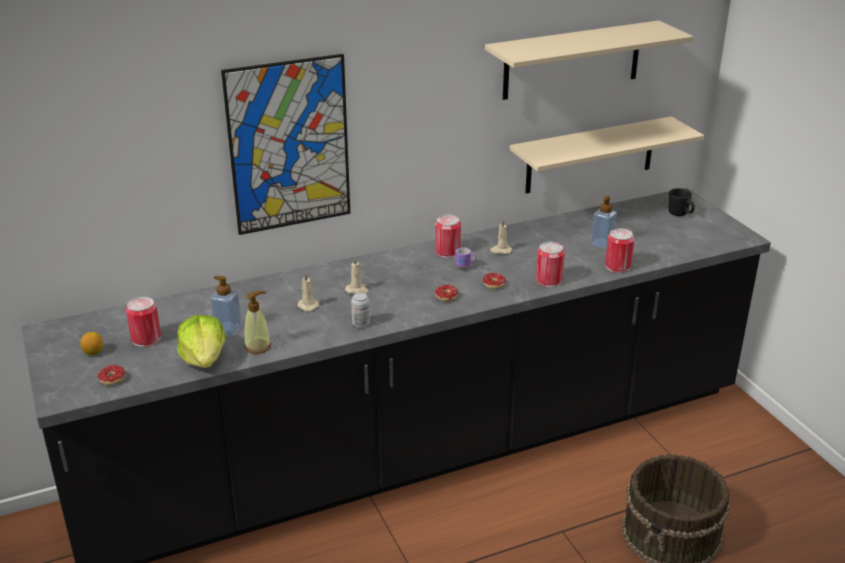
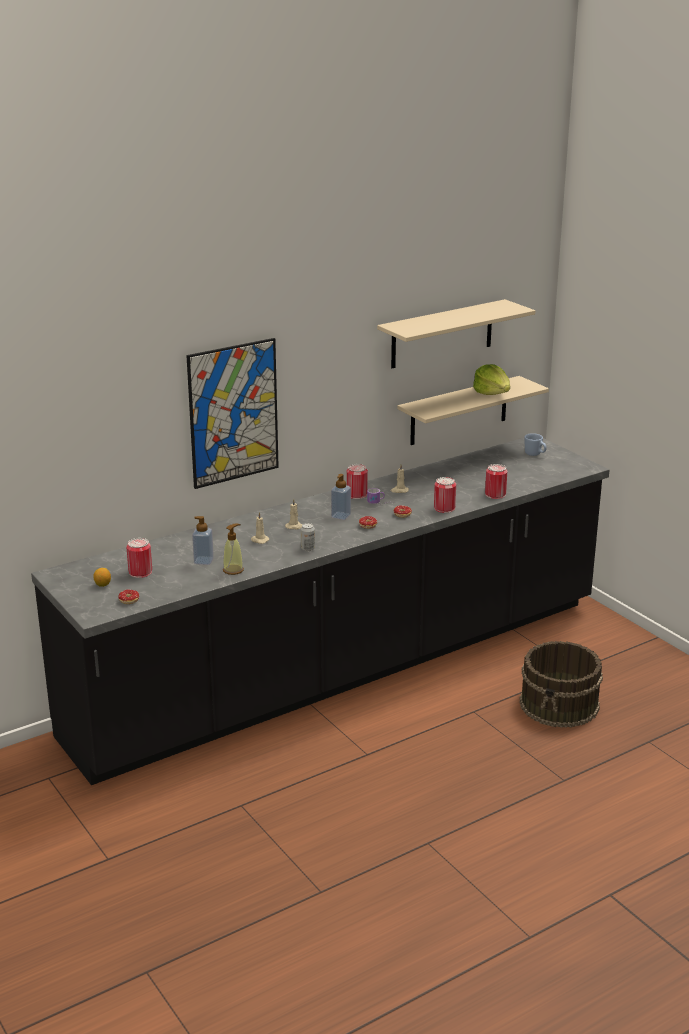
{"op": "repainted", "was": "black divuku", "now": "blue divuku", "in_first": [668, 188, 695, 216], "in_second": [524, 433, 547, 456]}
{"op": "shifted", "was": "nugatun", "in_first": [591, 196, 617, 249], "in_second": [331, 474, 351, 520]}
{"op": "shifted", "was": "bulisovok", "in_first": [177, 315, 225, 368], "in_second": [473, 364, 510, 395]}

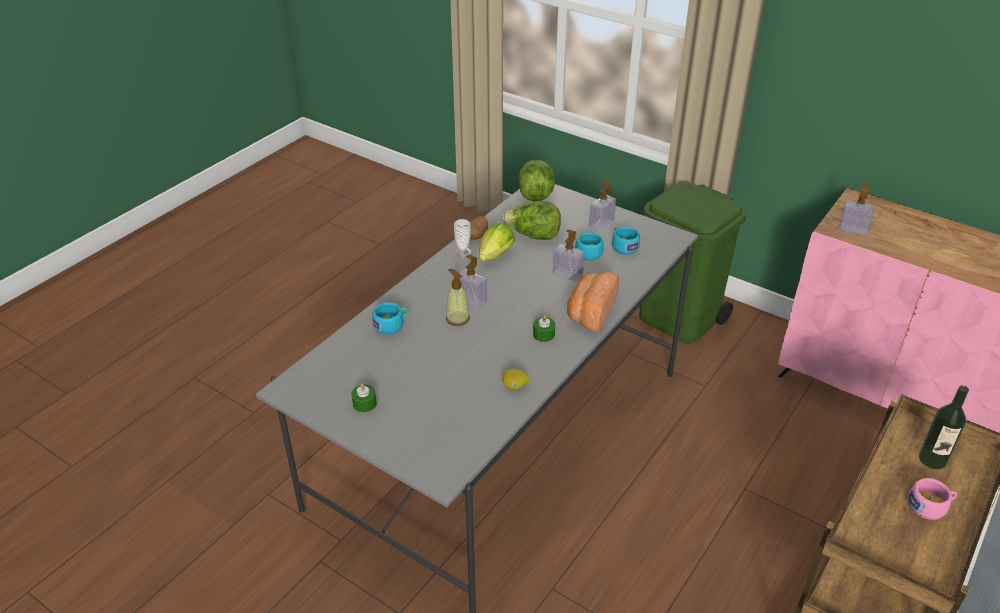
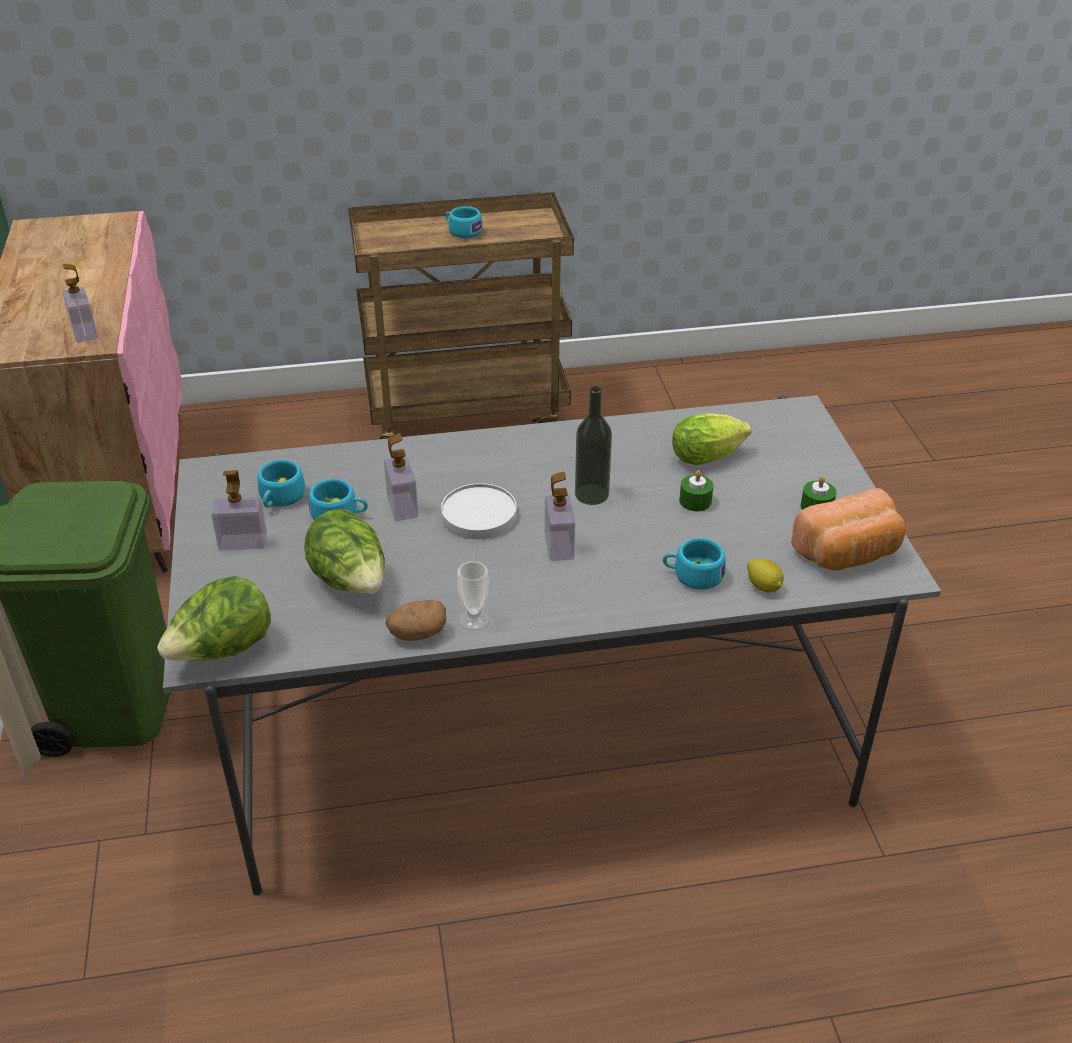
{"op": "shifted", "was": "bulisovok", "in_first": [479, 222, 515, 261], "in_second": [672, 413, 751, 465]}
{"op": "gone", "was": "nugatun", "in_first": [446, 269, 470, 326]}
{"op": "shifted", "was": "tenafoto", "in_first": [567, 272, 619, 332], "in_second": [791, 488, 906, 571]}
{"op": "shifted", "was": "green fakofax", "in_first": [533, 315, 555, 342], "in_second": [679, 470, 713, 511]}
{"op": "shifted", "was": "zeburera", "in_first": [501, 369, 529, 390], "in_second": [747, 559, 784, 592]}
{"op": "shifted", "was": "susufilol", "in_first": [919, 385, 969, 469], "in_second": [575, 386, 612, 505]}
{"op": "repainted", "was": "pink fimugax", "now": "turquoise fimugax", "in_first": [908, 478, 957, 520], "in_second": [445, 206, 482, 238]}
{"op": "new", "now": "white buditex", "in_second": [441, 483, 517, 539]}

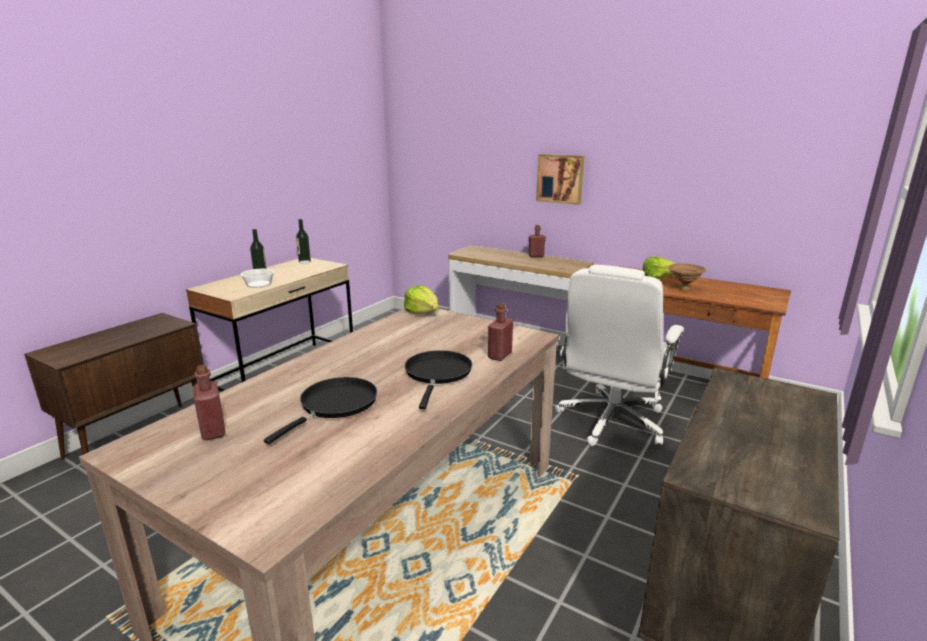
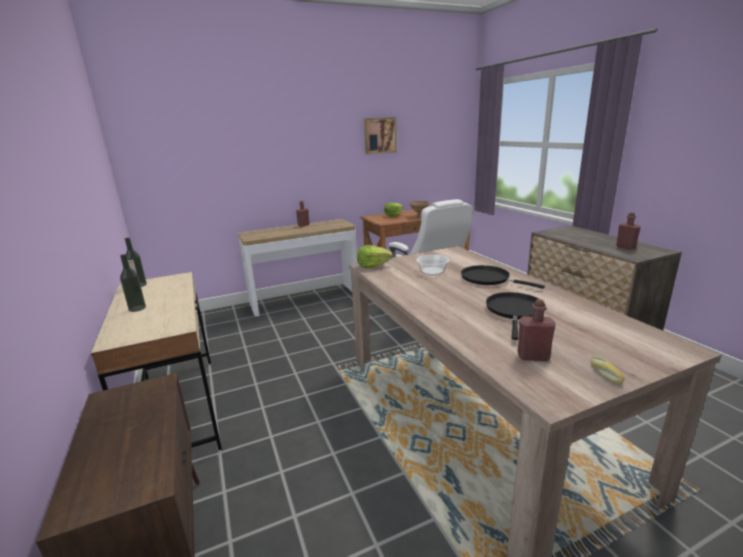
{"op": "shifted", "was": "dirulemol", "in_first": [536, 154, 584, 205], "in_second": [364, 117, 397, 154]}
{"op": "shifted", "was": "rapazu", "in_first": [241, 269, 274, 288], "in_second": [416, 255, 449, 275]}
{"op": "shifted", "was": "red susufilol", "in_first": [488, 303, 513, 361], "in_second": [616, 212, 641, 250]}
{"op": "rotated", "was": "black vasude", "in_first": [264, 377, 377, 444], "in_second": [486, 292, 546, 340], "clockwise": 45}
{"op": "new", "now": "tenafoto", "in_second": [591, 356, 625, 385]}

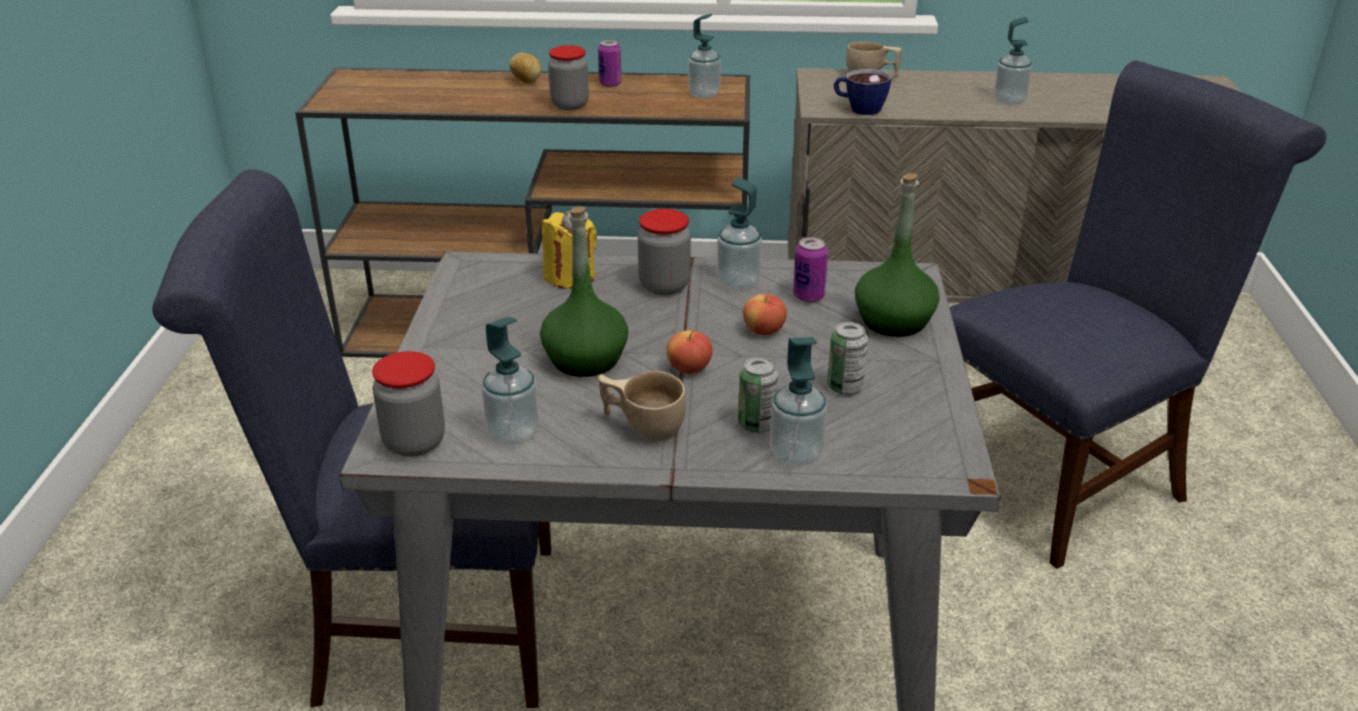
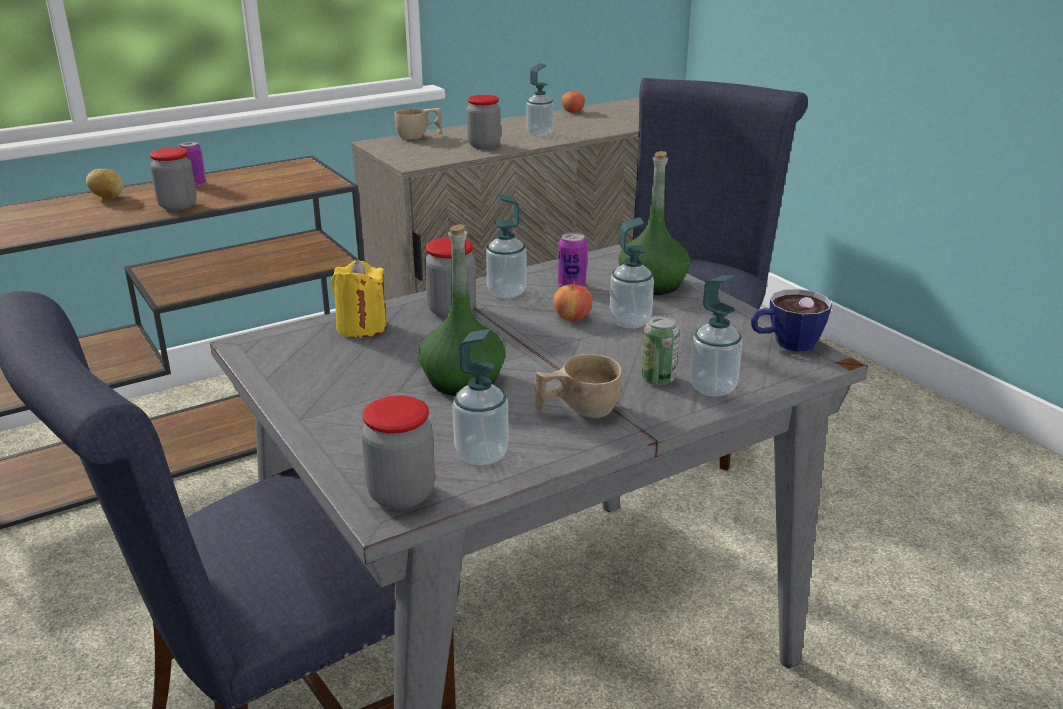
{"op": "shifted", "was": "nugatun", "in_first": [688, 14, 721, 99], "in_second": [610, 217, 654, 328]}
{"op": "shifted", "was": "fimugax", "in_first": [834, 69, 891, 115], "in_second": [751, 289, 832, 351]}
{"op": "gone", "was": "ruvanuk", "in_first": [827, 322, 868, 395]}
{"op": "shifted", "was": "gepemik", "in_first": [667, 330, 712, 374], "in_second": [561, 88, 585, 113]}
{"op": "new", "now": "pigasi", "in_second": [467, 95, 501, 149]}

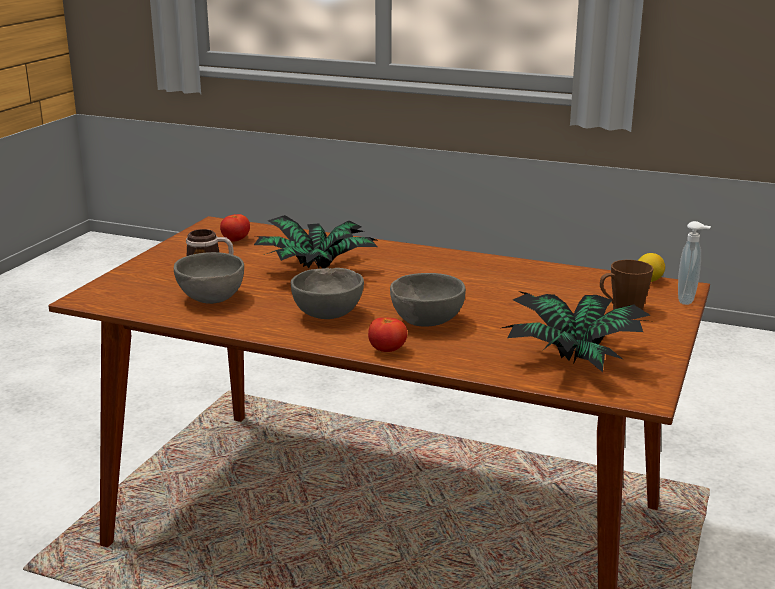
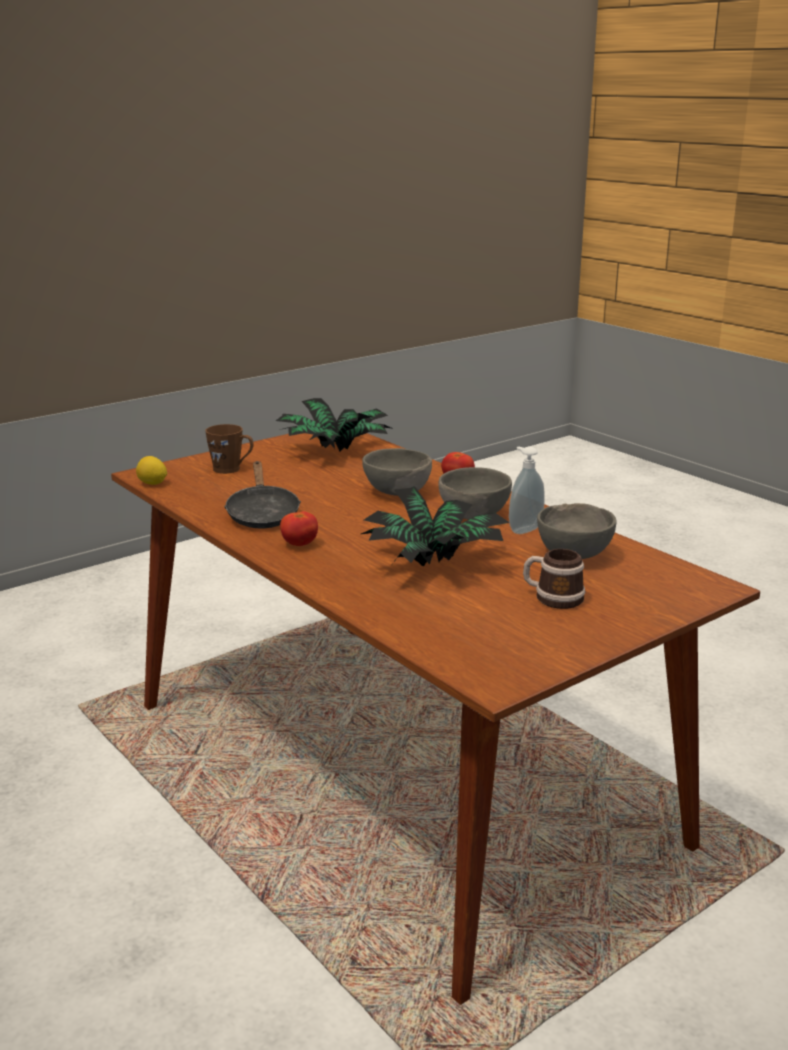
{"op": "shifted", "was": "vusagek", "in_first": [220, 214, 250, 241], "in_second": [280, 511, 318, 546]}
{"op": "shifted", "was": "nugatun", "in_first": [678, 221, 711, 305], "in_second": [509, 446, 545, 534]}
{"op": "new", "now": "black vasude", "in_second": [224, 461, 301, 528]}

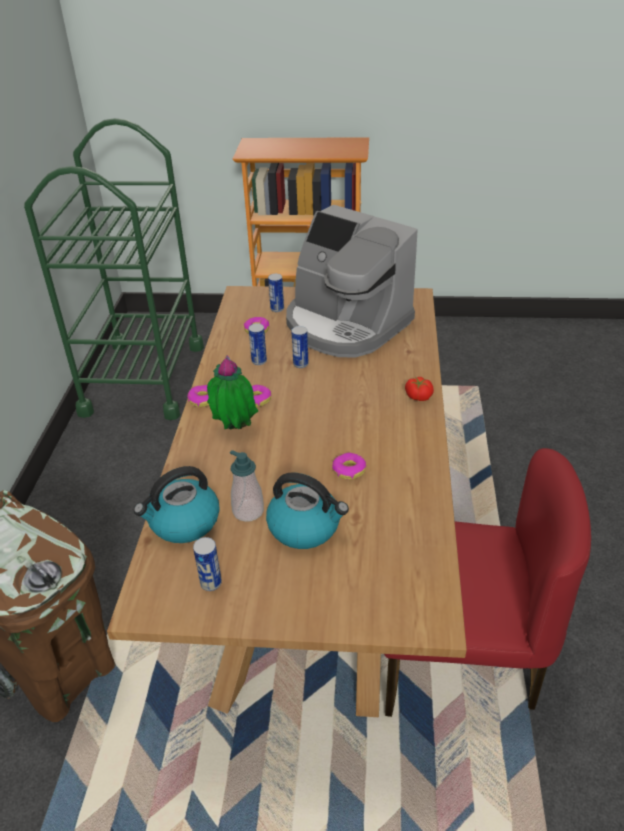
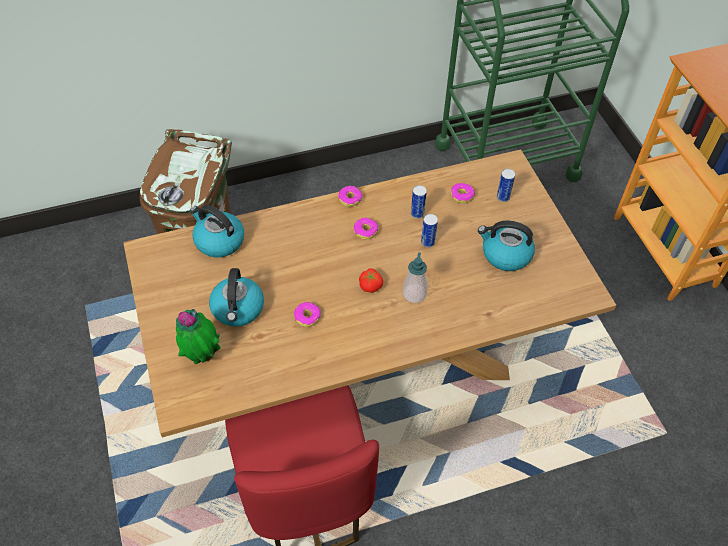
{"op": "swapped", "was": "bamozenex", "now": "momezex", "in_first": [286, 205, 418, 358], "in_second": [478, 221, 535, 271]}
{"op": "shifted", "was": "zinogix", "in_first": [207, 355, 258, 430], "in_second": [176, 309, 221, 364]}
{"op": "shifted", "was": "vusagek", "in_first": [405, 377, 434, 401], "in_second": [359, 268, 383, 293]}
{"op": "shifted", "was": "nugatun", "in_first": [230, 450, 264, 522], "in_second": [403, 253, 427, 303]}
{"op": "gone", "was": "ruvanuk", "in_first": [193, 537, 222, 591]}

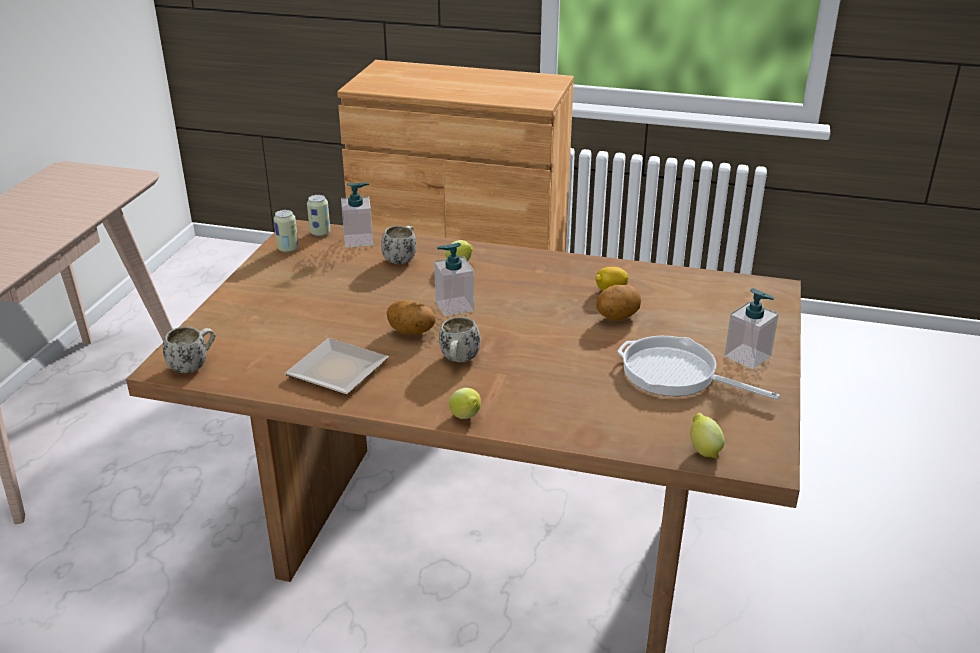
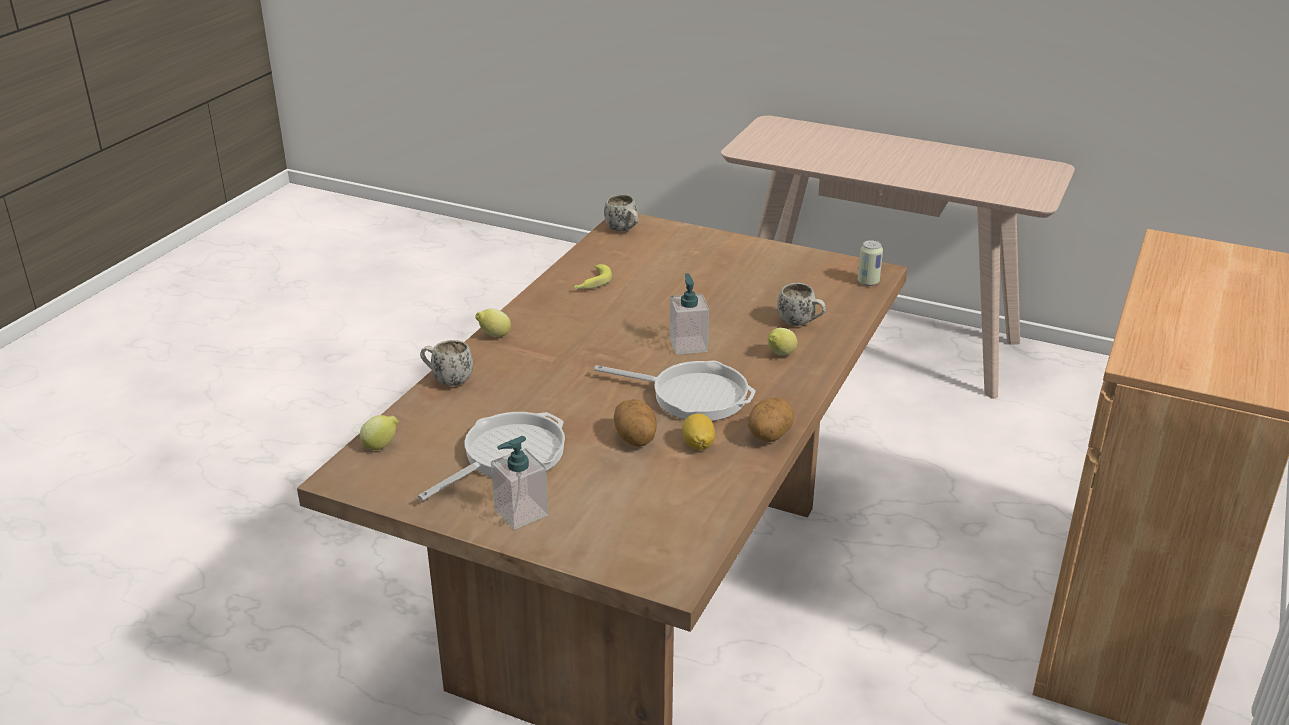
{"op": "gone", "was": "nugatun", "in_first": [341, 182, 373, 247]}
{"op": "gone", "was": "ruvanuk", "in_first": [274, 210, 299, 253]}
{"op": "shifted", "was": "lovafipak", "in_first": [387, 300, 436, 335], "in_second": [748, 397, 794, 442]}
{"op": "shifted", "was": "white divuku", "in_first": [439, 317, 481, 362], "in_second": [420, 340, 473, 386]}
{"op": "swapped", "was": "buditex", "now": "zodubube", "in_first": [284, 338, 389, 395], "in_second": [574, 264, 612, 289]}
{"op": "new", "now": "vasude", "in_second": [594, 361, 756, 421]}

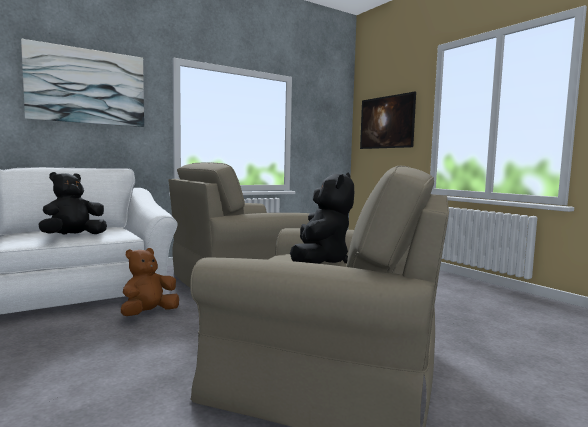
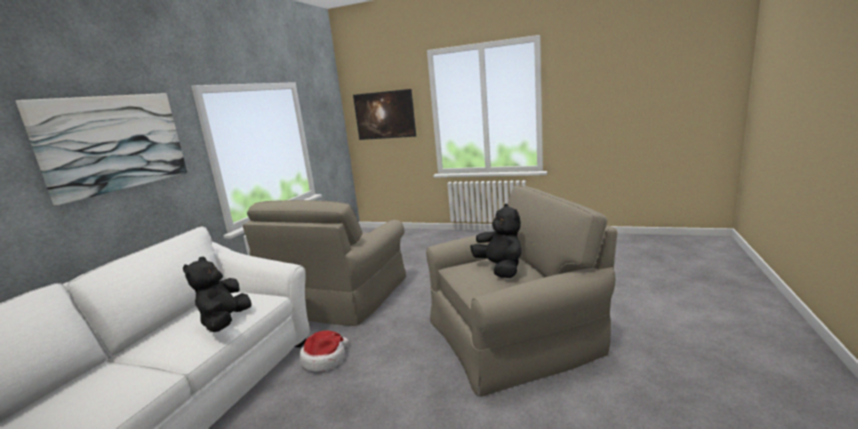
{"op": "swapped", "was": "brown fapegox", "now": "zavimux", "in_first": [121, 248, 179, 316], "in_second": [299, 331, 349, 372]}

